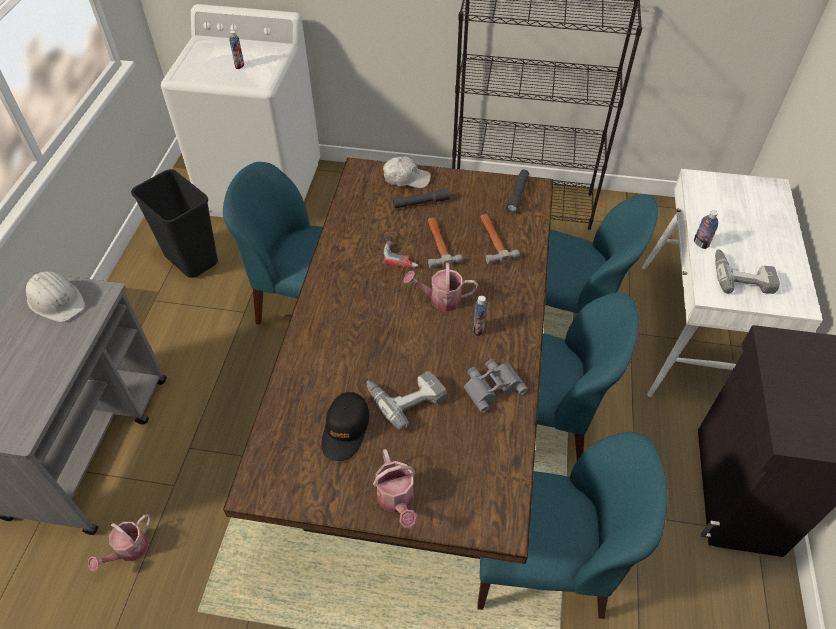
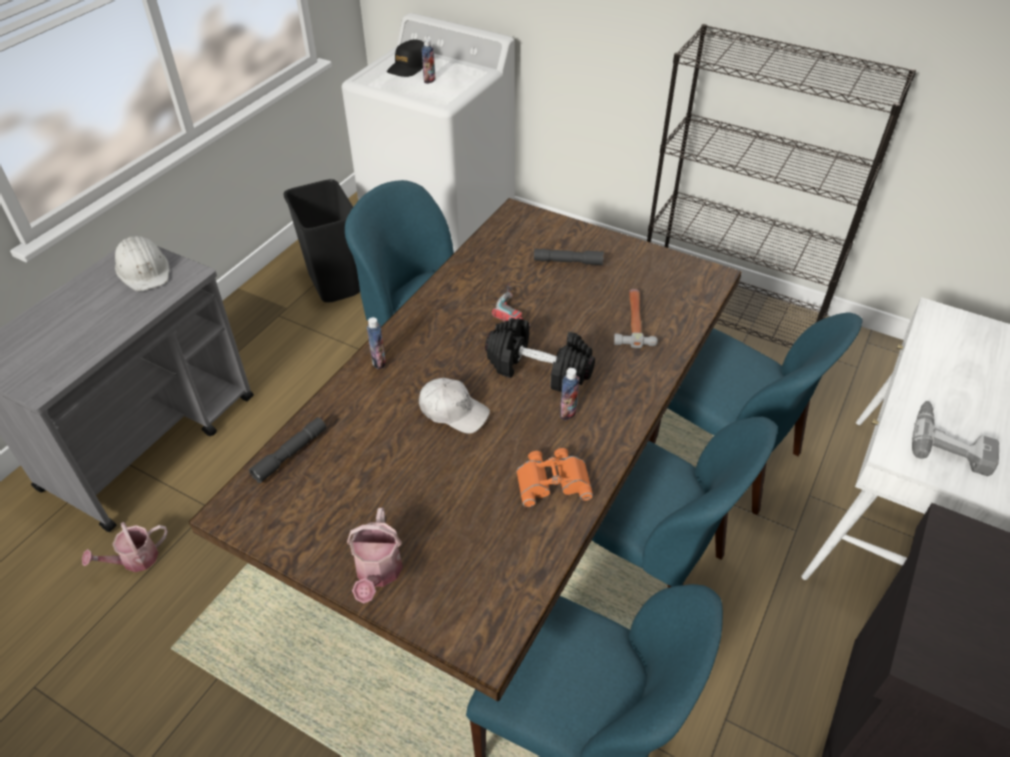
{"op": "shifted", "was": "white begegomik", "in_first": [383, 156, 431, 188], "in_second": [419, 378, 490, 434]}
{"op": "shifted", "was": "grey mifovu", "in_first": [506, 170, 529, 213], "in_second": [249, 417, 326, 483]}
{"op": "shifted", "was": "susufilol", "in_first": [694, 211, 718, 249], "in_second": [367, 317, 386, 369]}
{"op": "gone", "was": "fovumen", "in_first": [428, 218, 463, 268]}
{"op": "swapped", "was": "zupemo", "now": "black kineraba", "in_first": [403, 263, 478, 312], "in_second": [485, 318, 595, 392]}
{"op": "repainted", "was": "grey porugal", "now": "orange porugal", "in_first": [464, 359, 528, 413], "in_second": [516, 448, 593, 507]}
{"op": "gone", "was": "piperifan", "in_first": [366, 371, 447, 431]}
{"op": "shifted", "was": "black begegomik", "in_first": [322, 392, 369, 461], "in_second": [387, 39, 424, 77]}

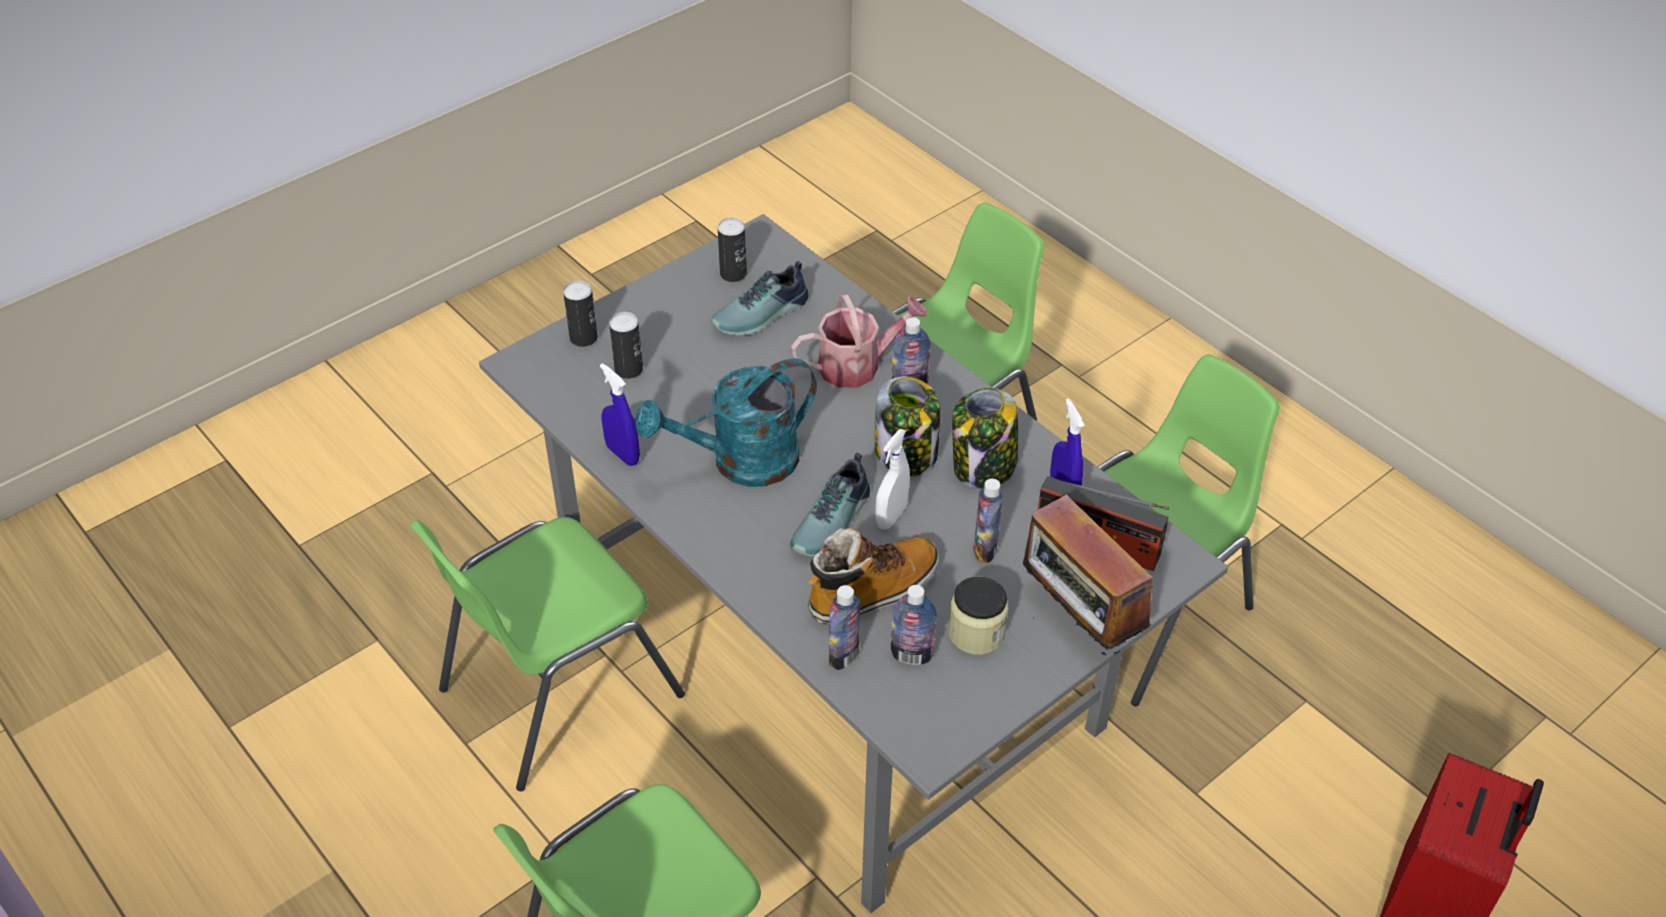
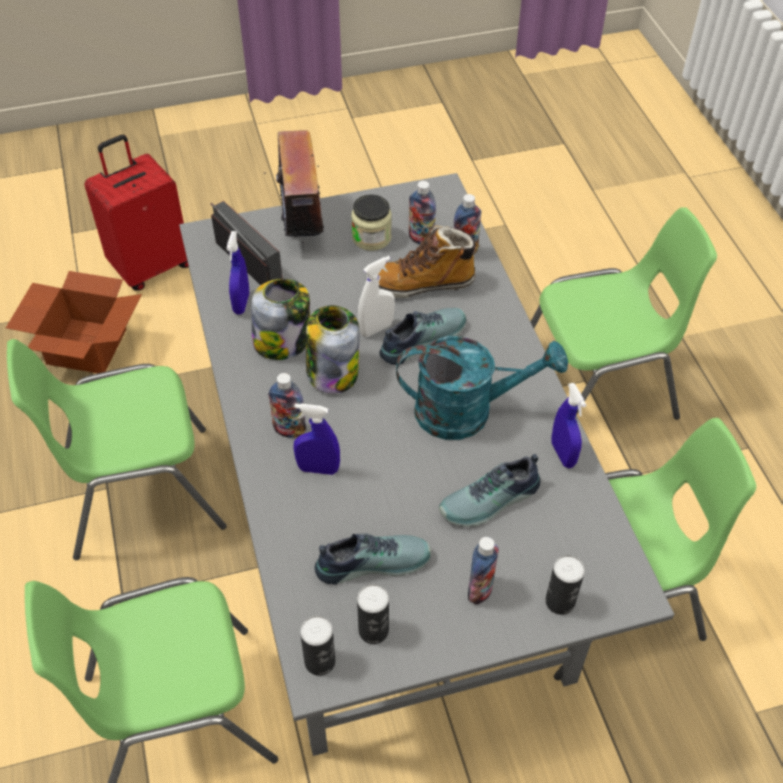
{"op": "swapped", "was": "zupemo", "now": "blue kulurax", "in_first": [791, 294, 928, 388], "in_second": [293, 404, 340, 475]}
{"op": "shifted", "was": "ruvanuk", "in_first": [609, 312, 643, 379], "in_second": [300, 616, 336, 676]}
{"op": "shifted", "was": "susufilol", "in_first": [974, 479, 1003, 563], "in_second": [468, 537, 499, 605]}
{"op": "new", "now": "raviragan", "in_second": [6, 271, 142, 373]}
{"op": "new", "now": "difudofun", "in_second": [439, 454, 540, 527]}

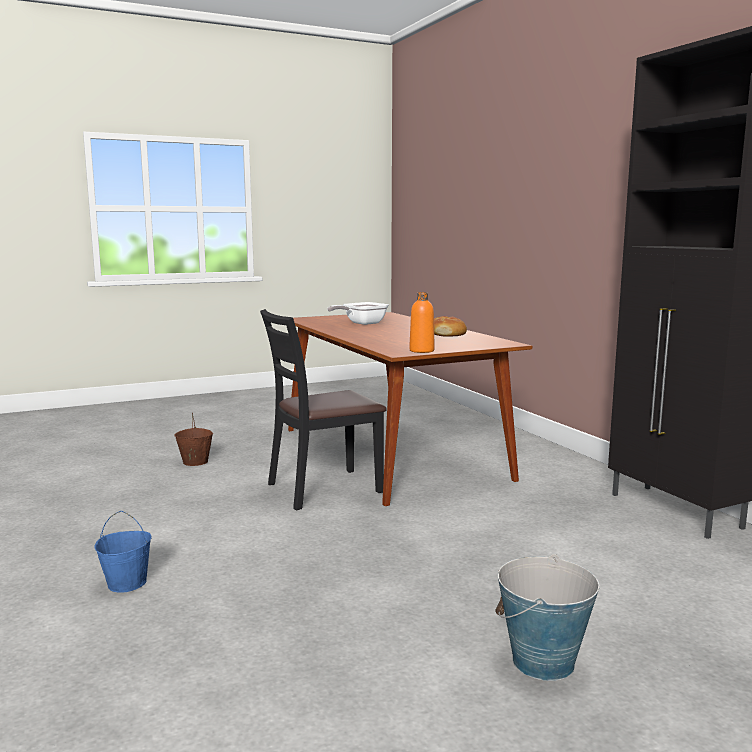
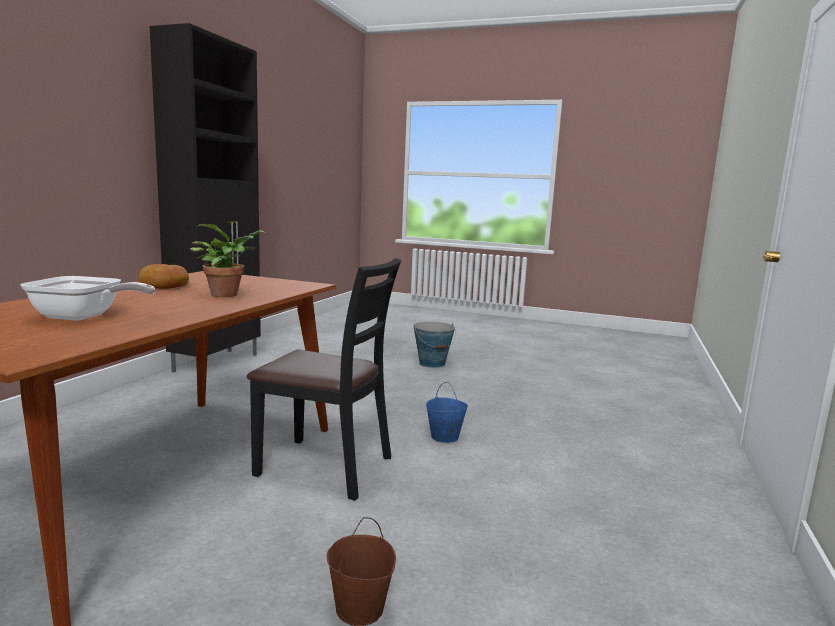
{"op": "gone", "was": "orange susufilol", "in_first": [409, 292, 435, 353]}
{"op": "shifted", "was": "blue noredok", "in_first": [95, 511, 152, 593], "in_second": [426, 382, 468, 443]}
{"op": "new", "now": "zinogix", "in_second": [190, 224, 265, 297]}

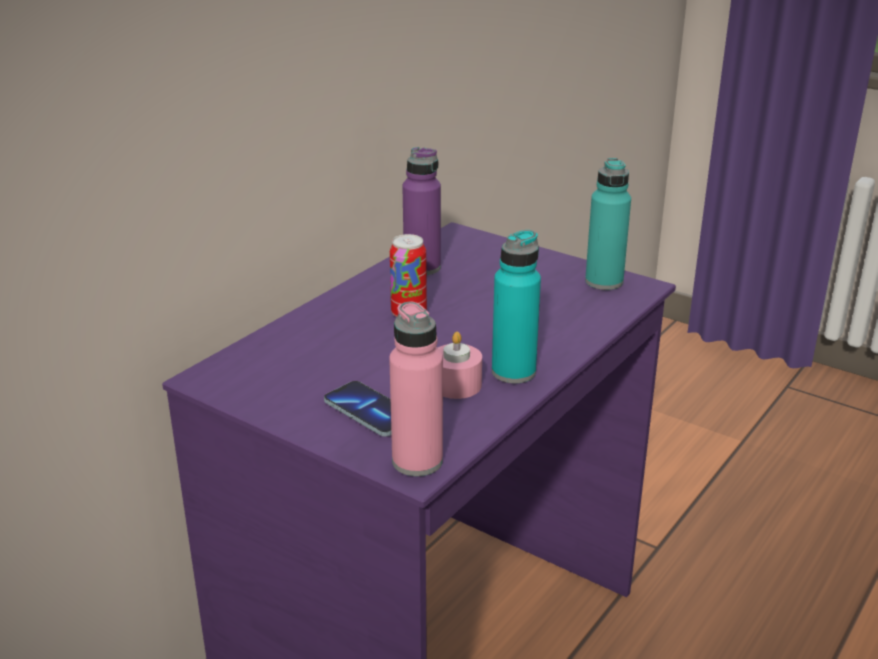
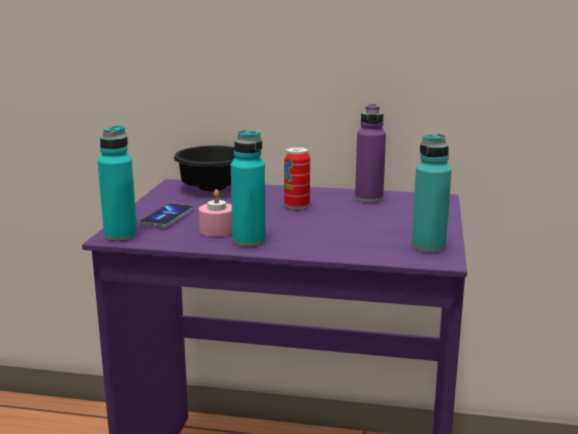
{"op": "repainted", "was": "pink susufilol", "now": "turquoise susufilol", "in_first": [389, 302, 443, 476], "in_second": [97, 125, 137, 241]}
{"op": "new", "now": "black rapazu", "in_second": [174, 145, 235, 191]}

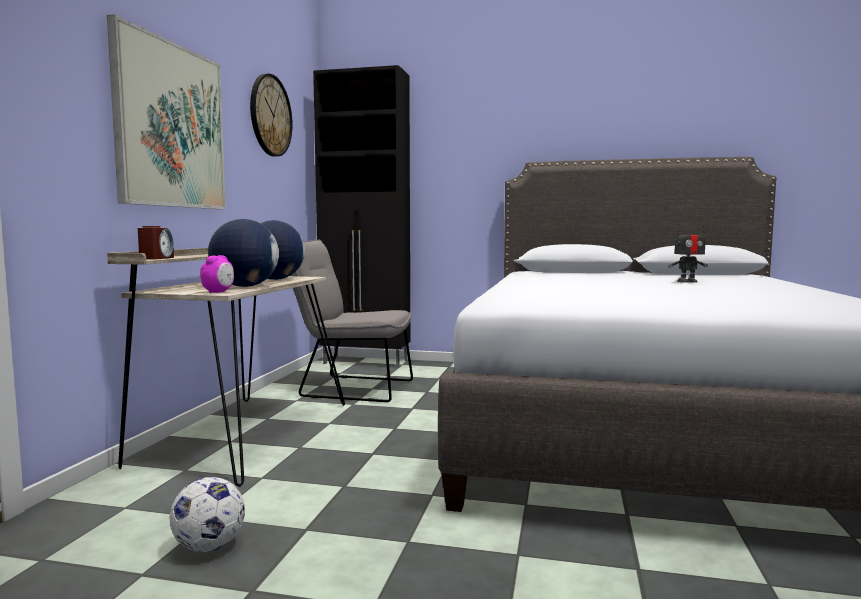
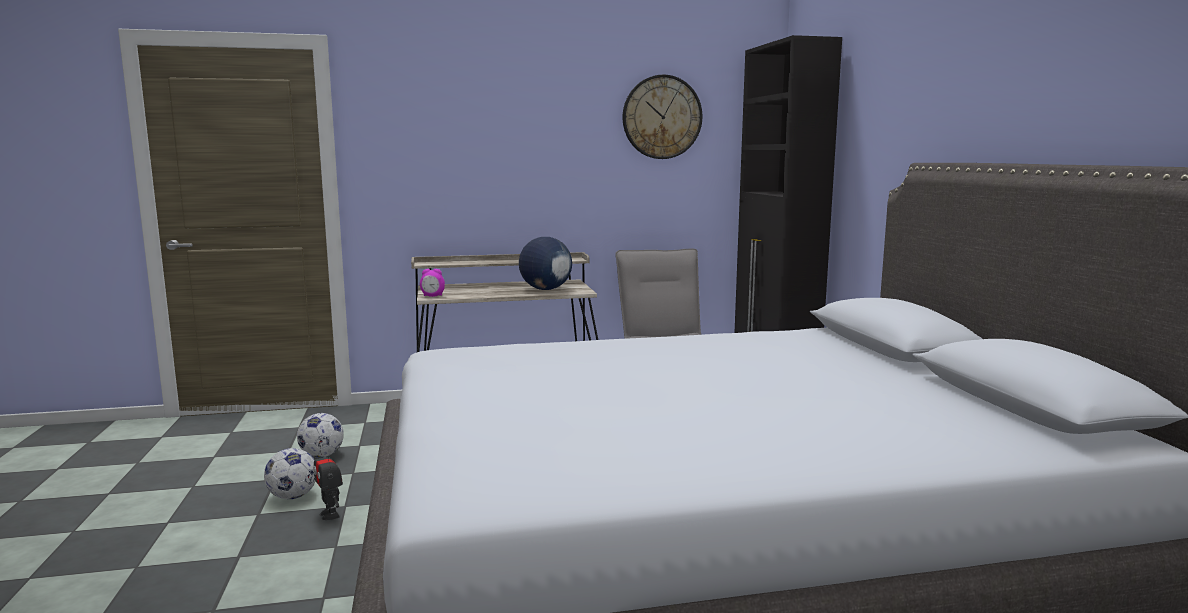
{"op": "gone", "was": "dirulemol", "in_first": [107, 14, 226, 209]}
{"op": "gone", "was": "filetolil", "in_first": [208, 219, 279, 287]}
{"op": "shifted", "was": "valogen", "in_first": [668, 224, 708, 283], "in_second": [313, 443, 343, 520]}
{"op": "gone", "was": "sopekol", "in_first": [138, 226, 174, 260]}
{"op": "new", "now": "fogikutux", "in_second": [264, 448, 316, 499]}

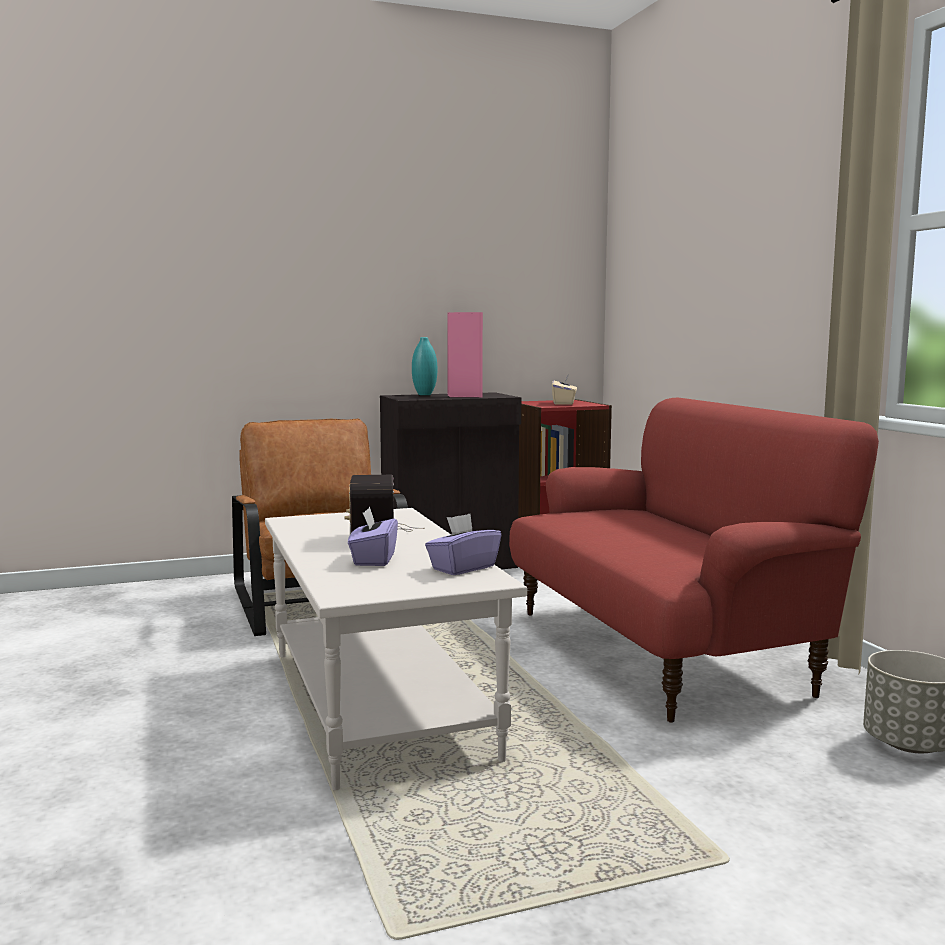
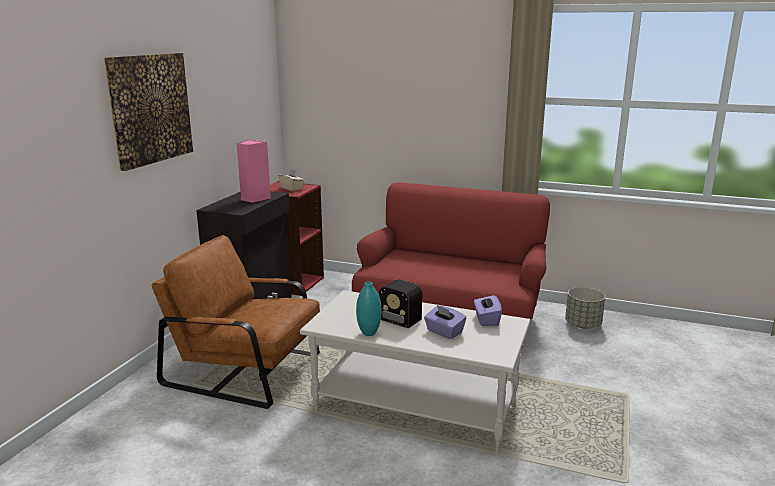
{"op": "shifted", "was": "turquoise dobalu", "in_first": [412, 337, 437, 395], "in_second": [356, 281, 382, 336]}
{"op": "new", "now": "dirulemol", "in_second": [104, 53, 193, 171]}

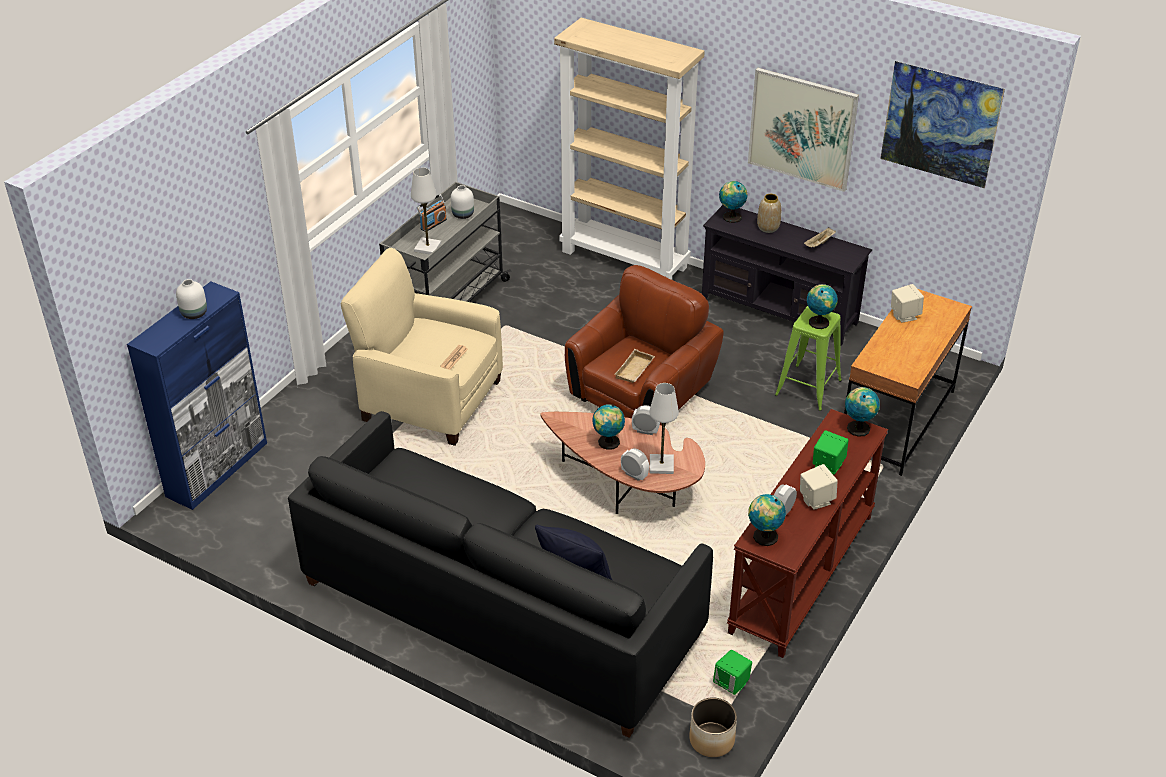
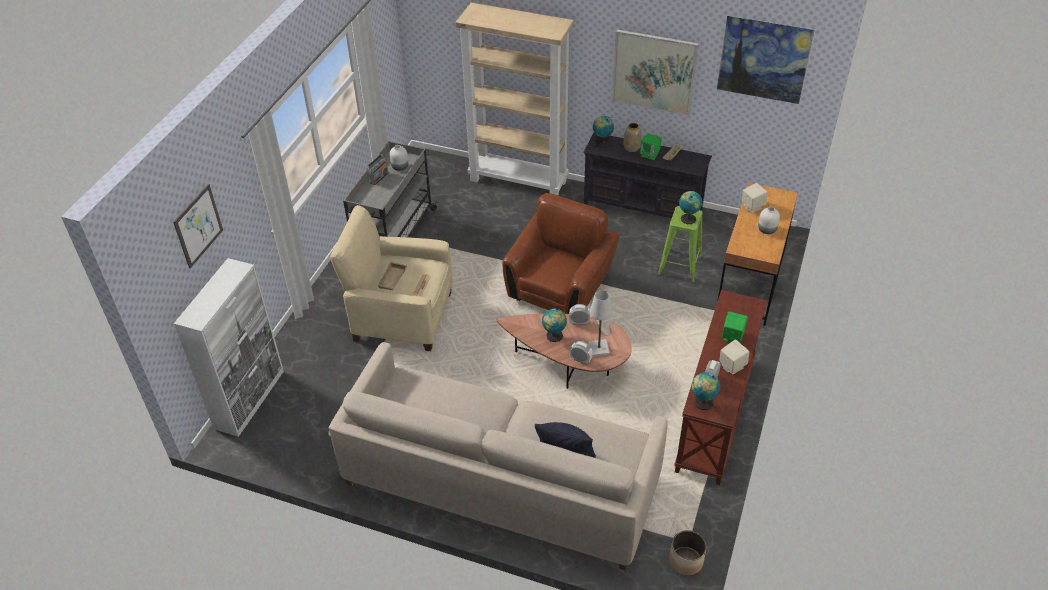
{"op": "gone", "was": "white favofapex", "in_first": [411, 167, 441, 254]}
{"op": "shifted", "was": "white dobalu", "in_first": [176, 279, 207, 319], "in_second": [758, 207, 780, 234]}
{"op": "repainted", "was": "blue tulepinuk", "now": "white tulepinuk", "in_first": [127, 282, 267, 510], "in_second": [174, 258, 284, 437]}
{"op": "shifted", "was": "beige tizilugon", "in_first": [615, 349, 655, 383], "in_second": [377, 262, 407, 290]}
{"op": "gone", "was": "filetolil", "in_first": [845, 387, 880, 437]}
{"op": "repainted", "was": "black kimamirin", "now": "beige kimamirin", "in_first": [288, 411, 713, 738], "in_second": [329, 342, 667, 570]}
{"op": "shifted", "was": "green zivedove", "in_first": [713, 650, 752, 695], "in_second": [640, 133, 662, 160]}
{"op": "new", "now": "dirulemol", "in_second": [173, 184, 223, 268]}

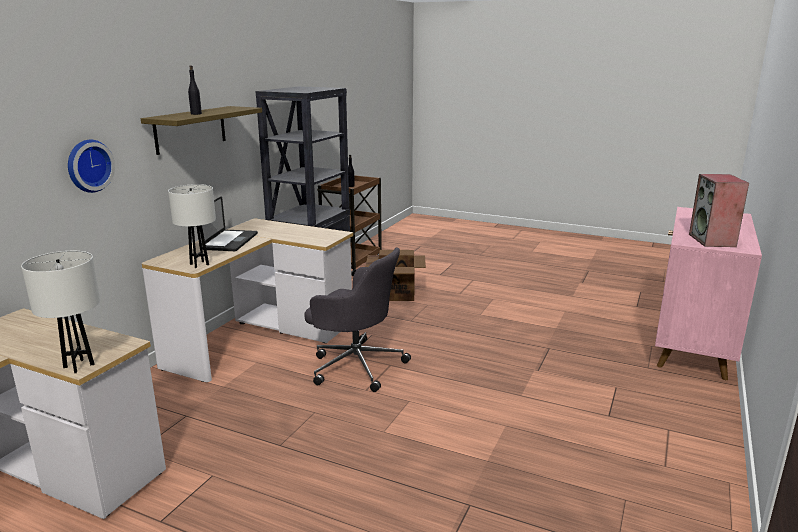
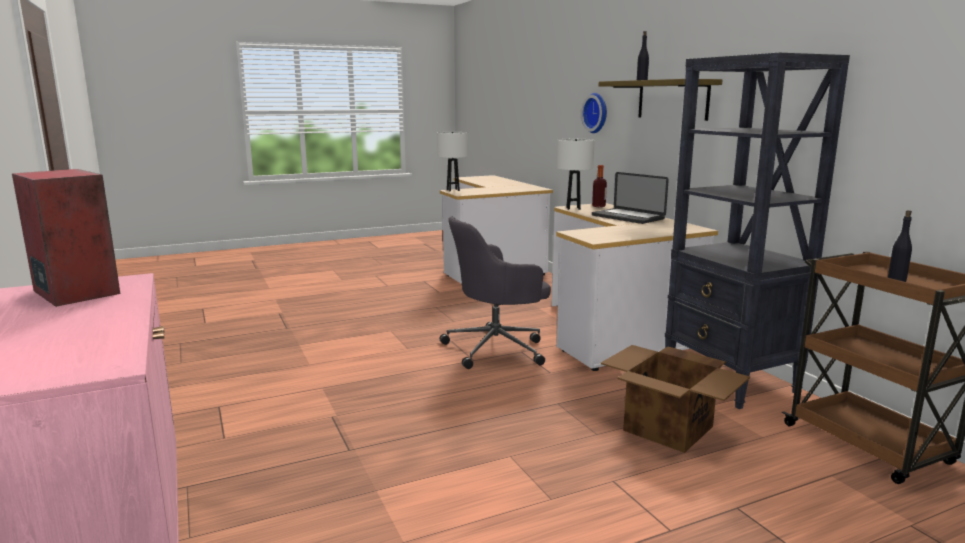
{"op": "new", "now": "susufilol", "in_second": [592, 165, 607, 207]}

